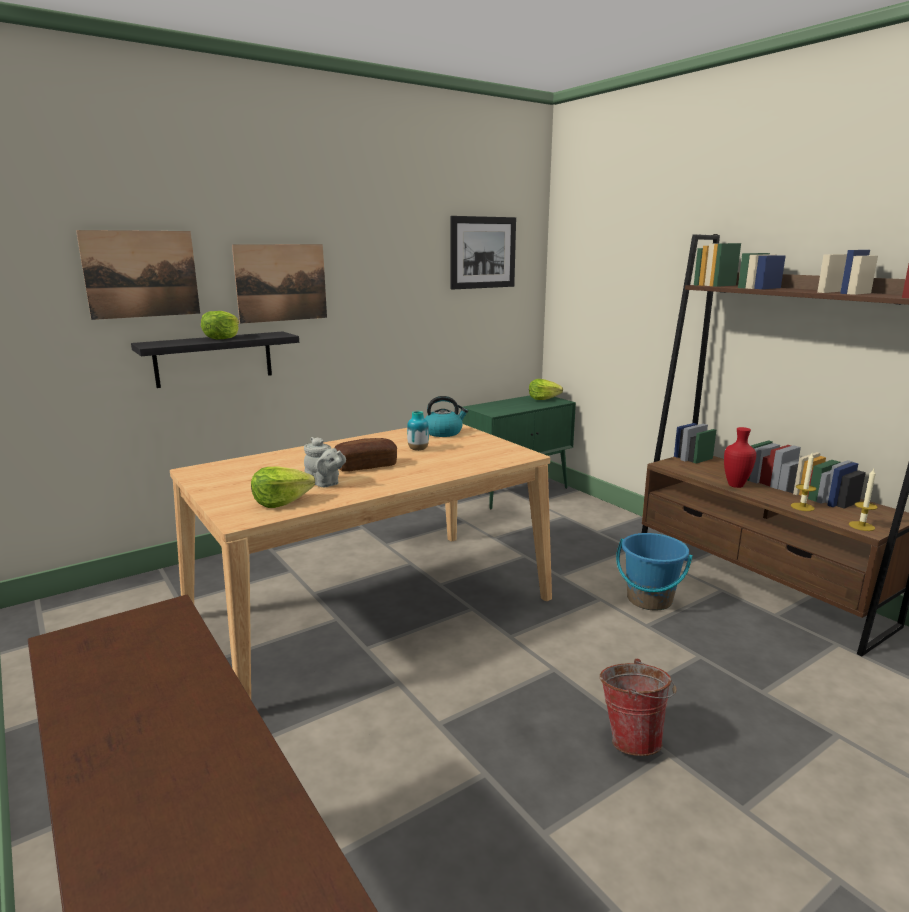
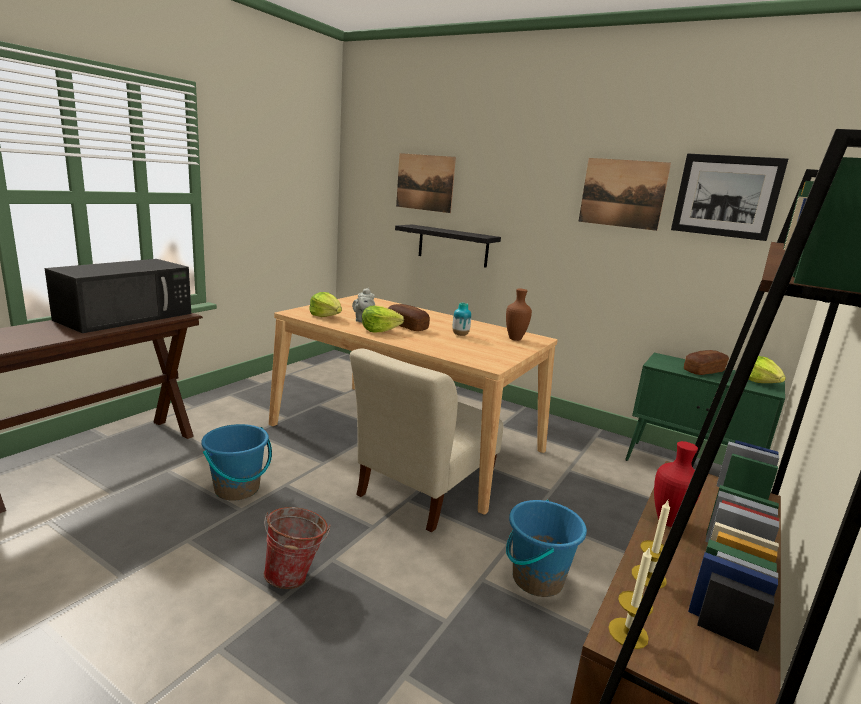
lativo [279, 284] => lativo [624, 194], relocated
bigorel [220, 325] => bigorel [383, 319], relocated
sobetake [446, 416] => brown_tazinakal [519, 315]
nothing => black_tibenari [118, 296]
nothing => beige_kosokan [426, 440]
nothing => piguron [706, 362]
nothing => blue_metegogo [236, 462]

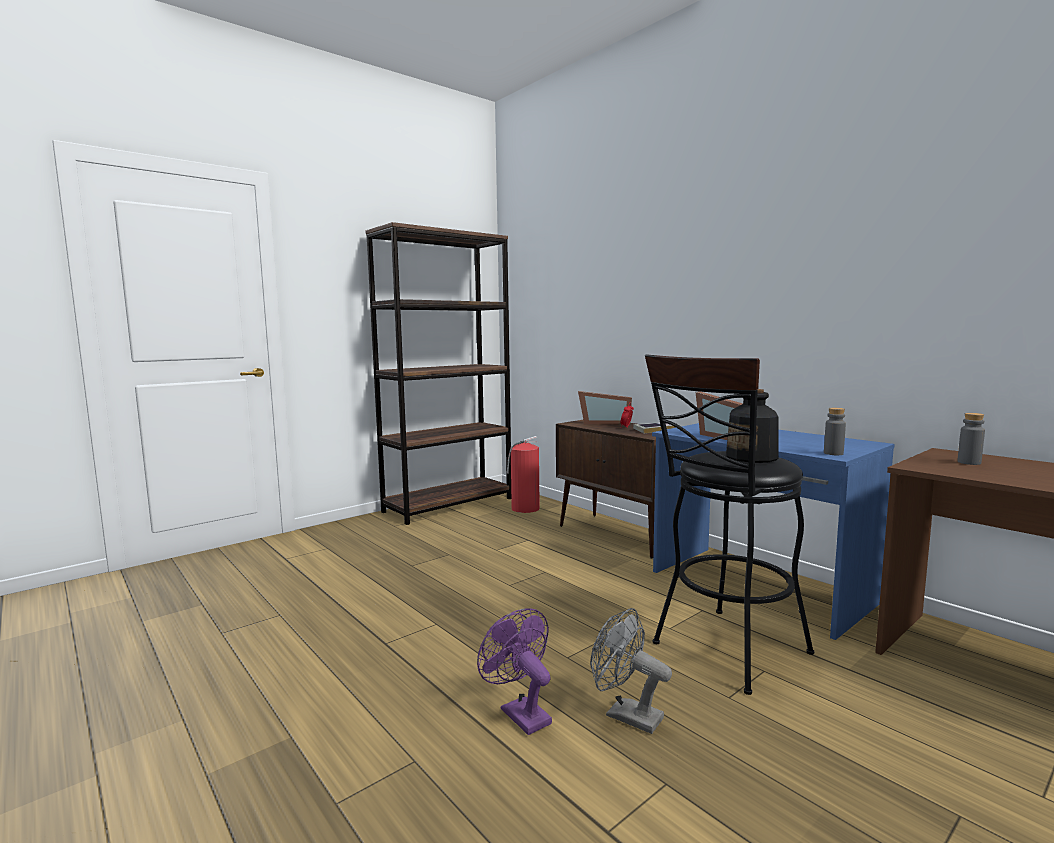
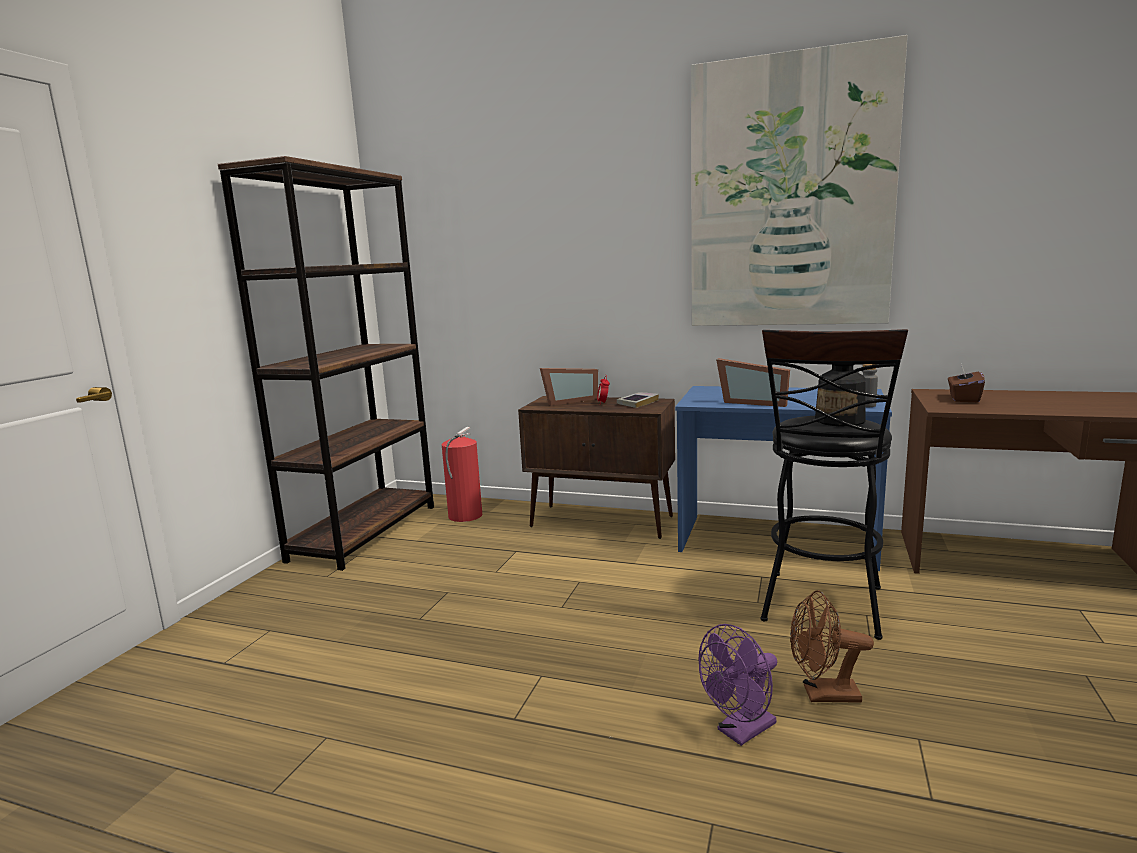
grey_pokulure [971, 439] => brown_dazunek [966, 382]
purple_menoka [514, 671] => purple_menoka [737, 685], 60 degrees counterclockwise
grey_menoka [631, 671] => brown_menoka [832, 646]
nothing => lativo [799, 180]

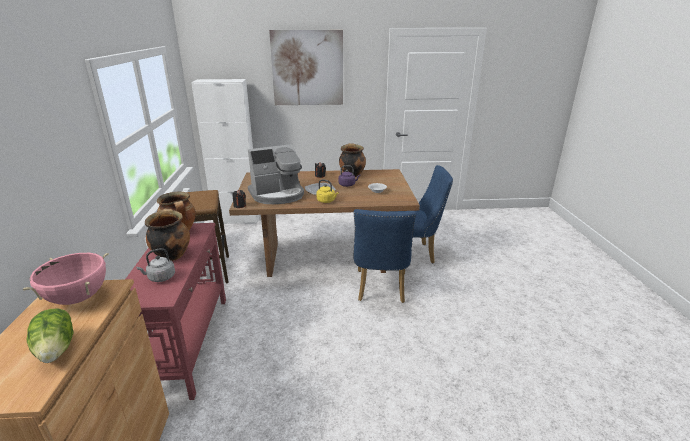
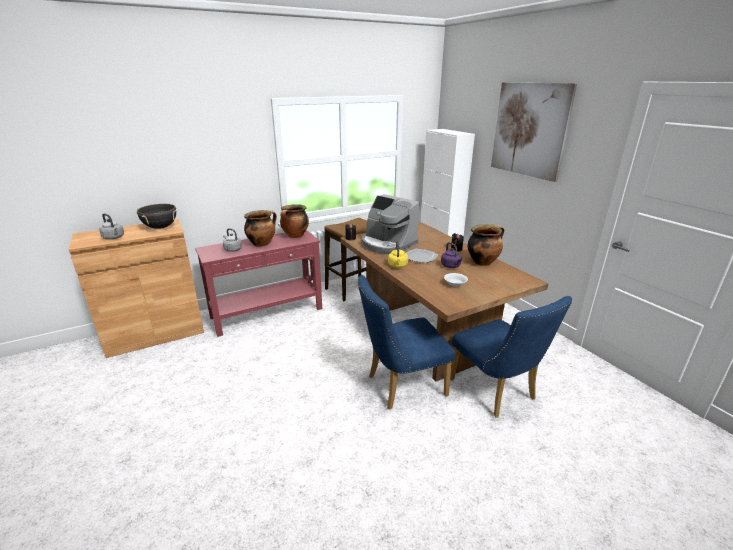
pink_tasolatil [65, 279] => black_tasolatil [156, 216]
bigorel [50, 335] => grey_sobetake [111, 226]

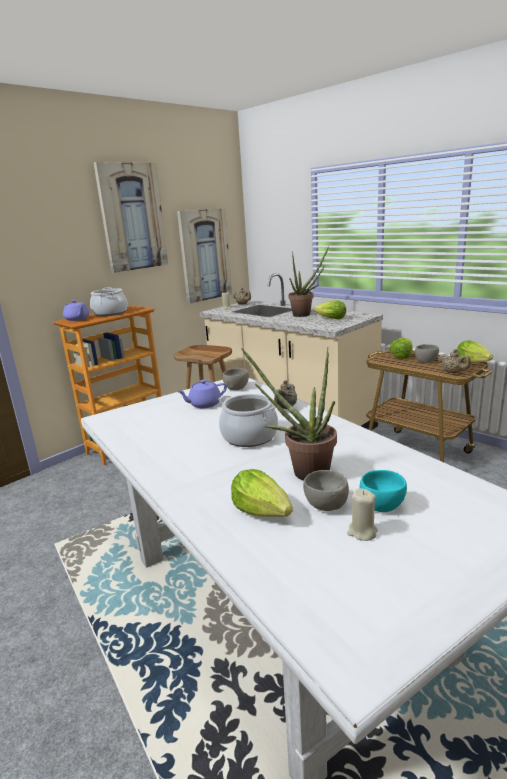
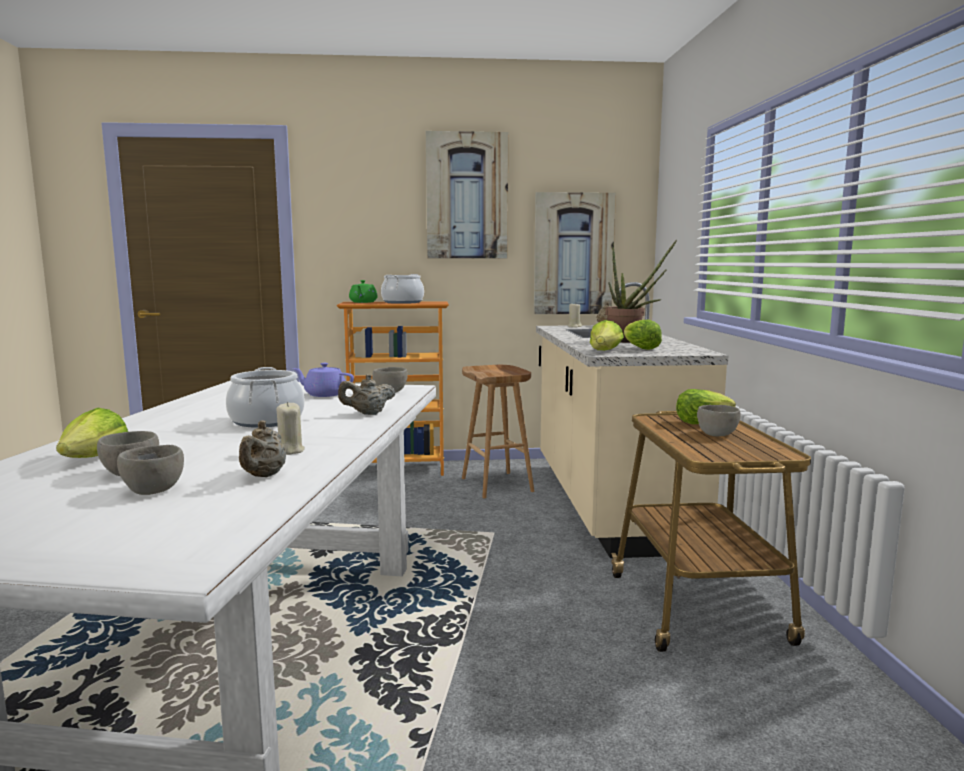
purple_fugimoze [76, 310] => green_fugimoze [363, 291]
bigorel [475, 352] => bigorel [607, 335], relocated
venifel [289, 414] => nothing
beige_fugimoze [454, 361] => beige_fugimoze [262, 449], relocated
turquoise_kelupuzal [383, 491] => grey_kelupuzal [150, 470]
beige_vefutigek [362, 514] => beige_vefutigek [290, 428], relocated

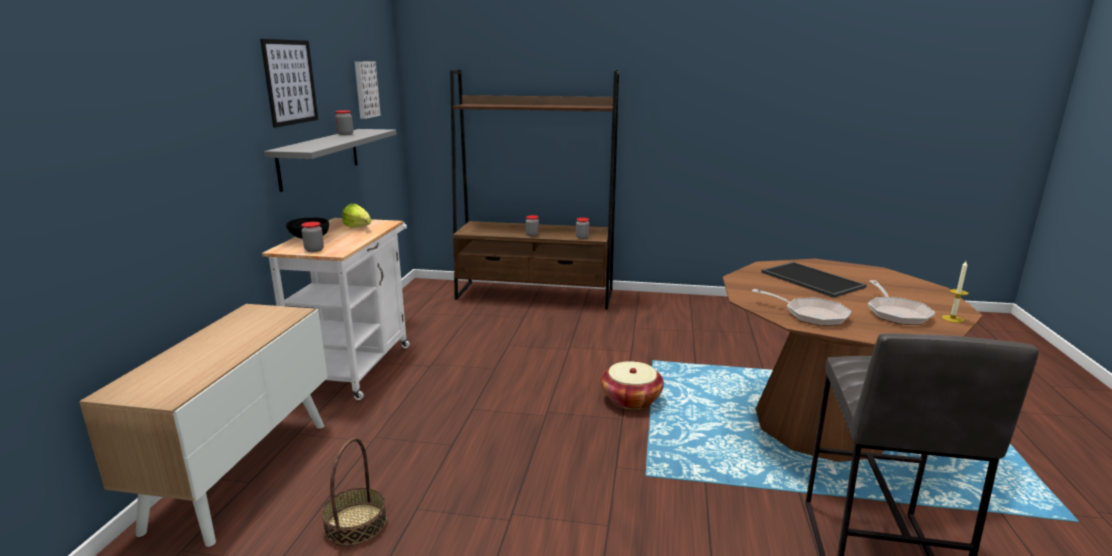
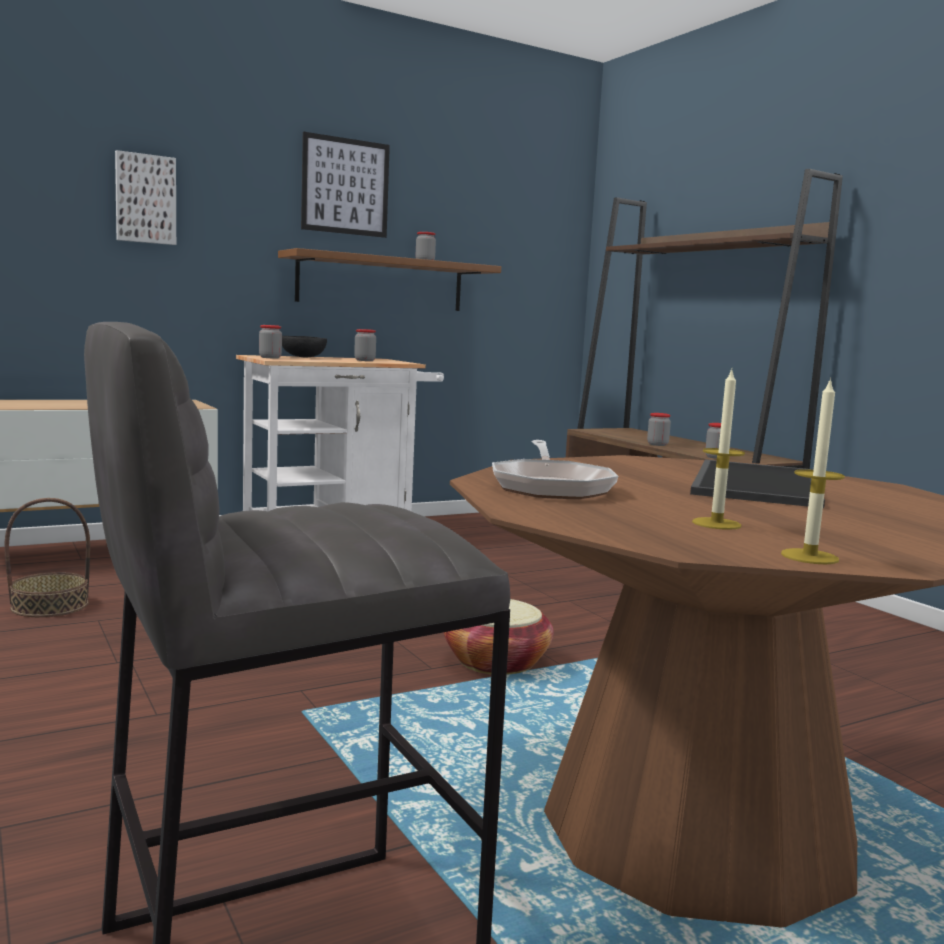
lativo [368, 90] => lativo [145, 197], relocated
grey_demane [330, 160] => brown_demane [389, 279]
bigorel [356, 216] => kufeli [365, 345]
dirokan [901, 302] => vefutigek [718, 449]

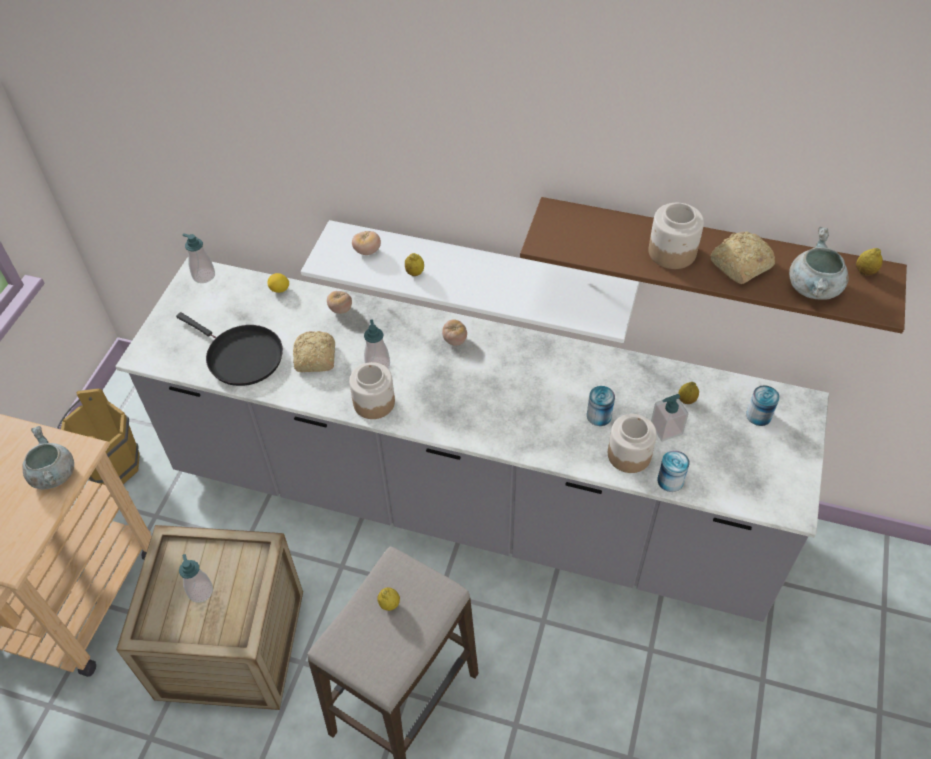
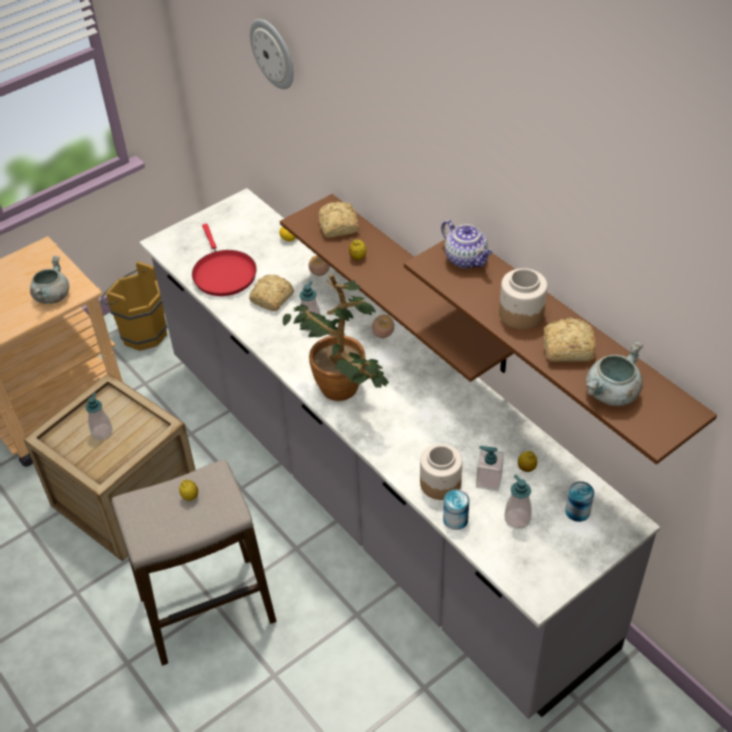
white_demane [470, 281] => brown_demane [397, 288]
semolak [366, 243] => piguron [339, 219]
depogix [199, 258] => depogix [518, 502], relocated
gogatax [869, 261] => nothing
black_dirokan [229, 349] => red_dirokan [224, 260]
kufeli [372, 390] => nothing
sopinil [601, 406] => nothing
nothing => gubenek [272, 54]
nothing => fugimoze [467, 244]
nothing => venifel [336, 337]

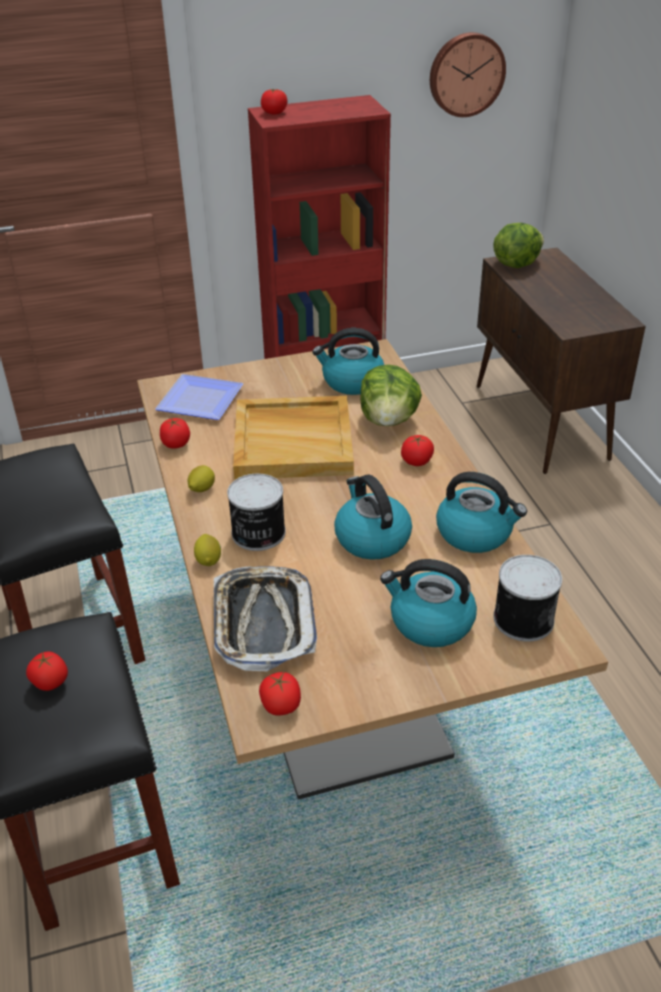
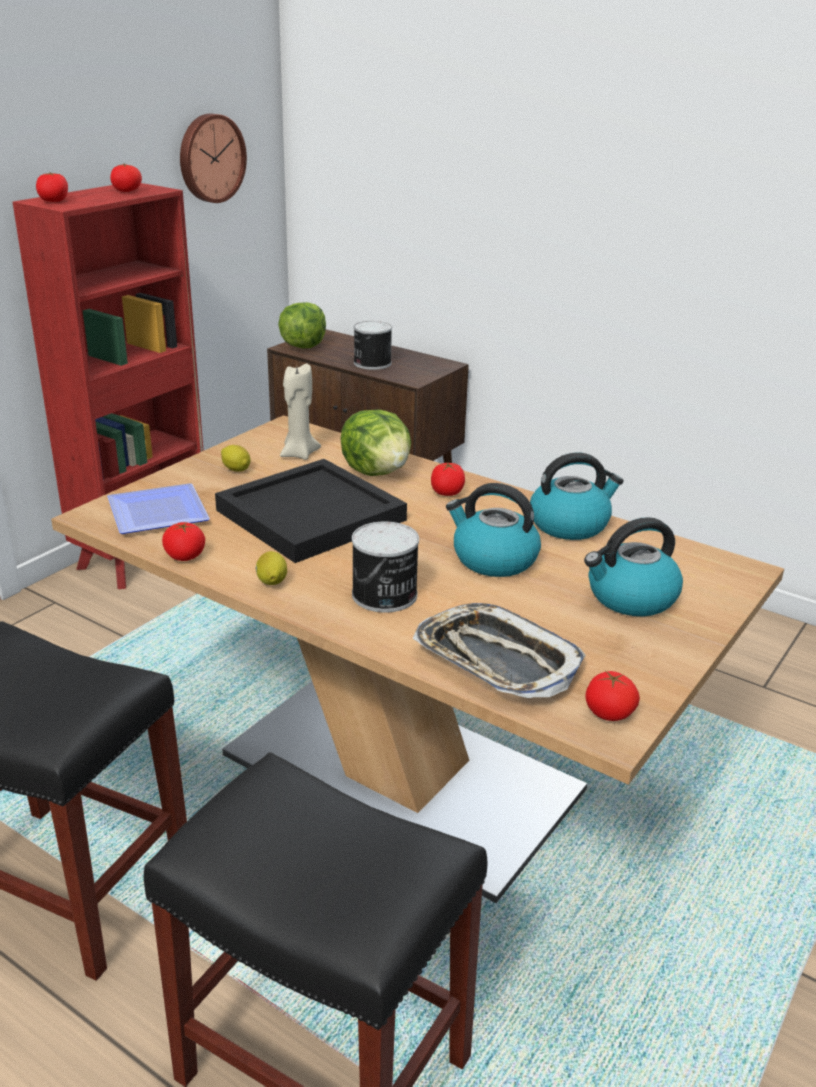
sobetake [348, 361] => beige_vefutigek [300, 411]
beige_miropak [293, 438] => black_miropak [311, 511]
gogatax [207, 550] => gogatax [236, 458], relocated
sopinil [527, 598] => sopinil [373, 345], relocated
semolak [47, 671] => semolak [126, 178], relocated

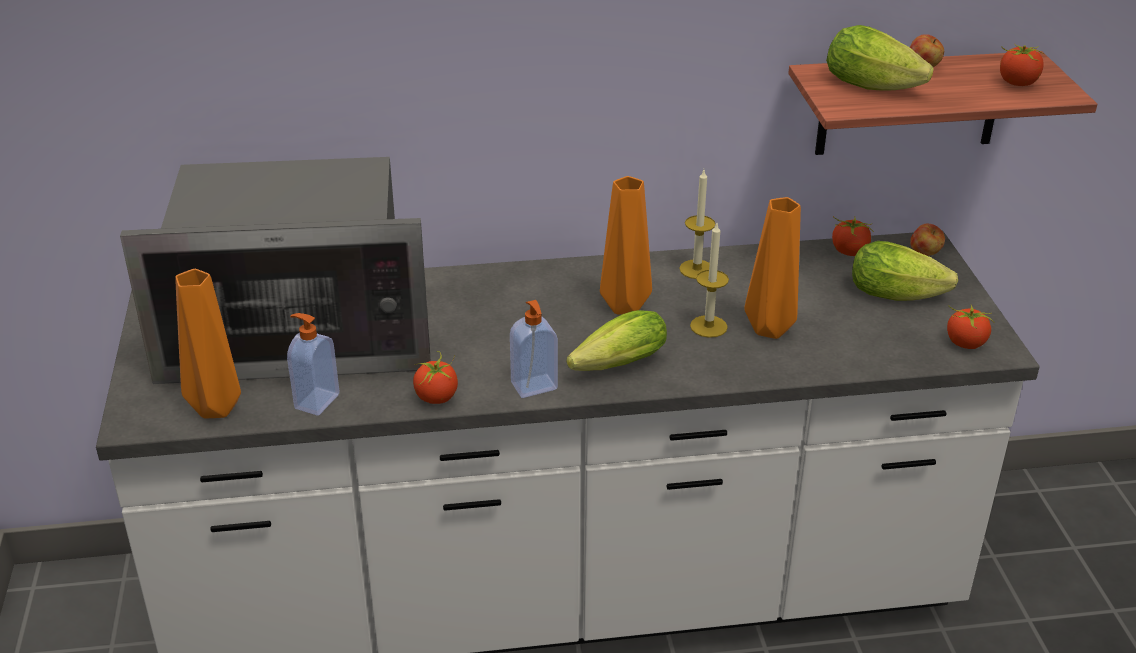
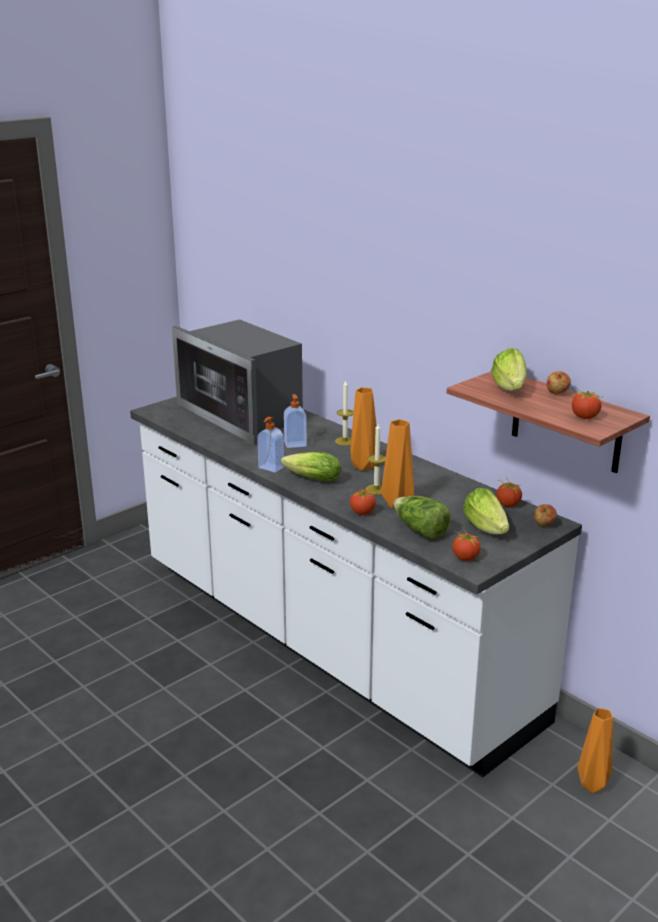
vefutigek [697, 224] => vefutigek [344, 412], relocated
orange_tazinakal [208, 343] => orange_tazinakal [595, 750], relocated
depogix [313, 364] => depogix [295, 421], relocated
semolak [435, 377] => semolak [363, 502], relocated
nothing => bigorel [422, 517]

